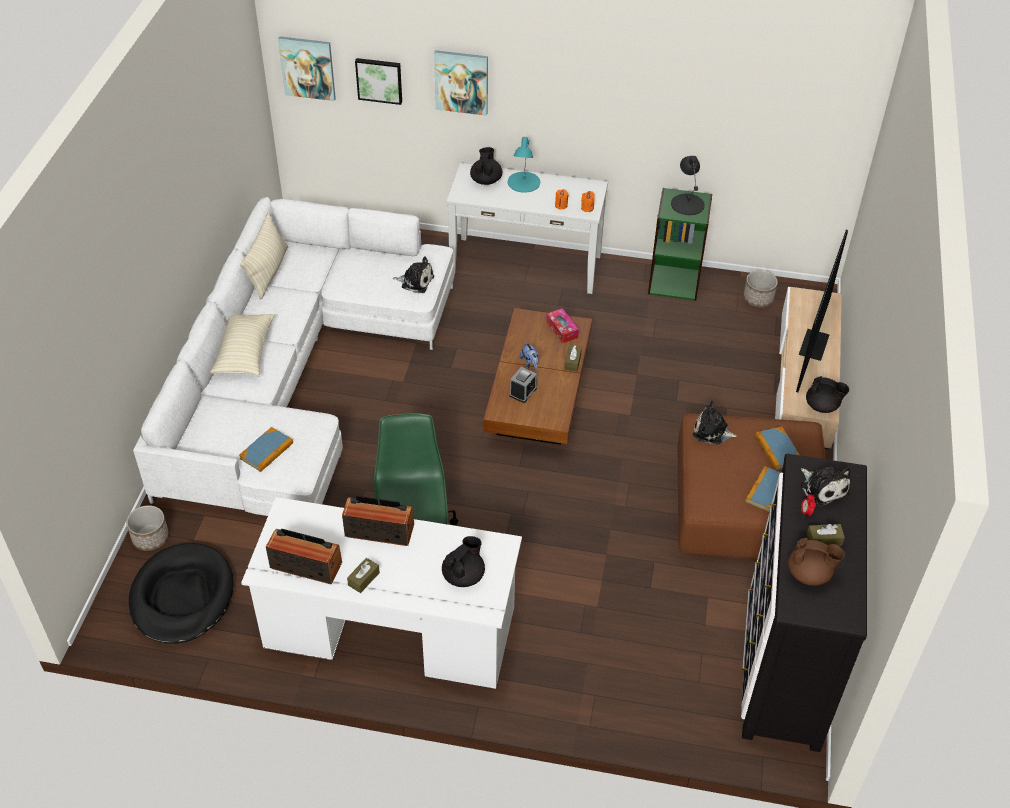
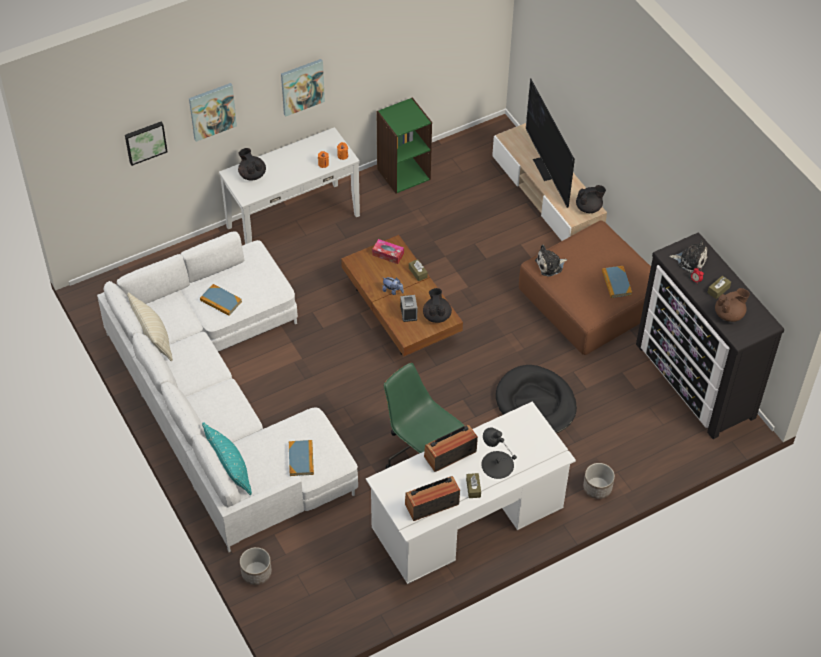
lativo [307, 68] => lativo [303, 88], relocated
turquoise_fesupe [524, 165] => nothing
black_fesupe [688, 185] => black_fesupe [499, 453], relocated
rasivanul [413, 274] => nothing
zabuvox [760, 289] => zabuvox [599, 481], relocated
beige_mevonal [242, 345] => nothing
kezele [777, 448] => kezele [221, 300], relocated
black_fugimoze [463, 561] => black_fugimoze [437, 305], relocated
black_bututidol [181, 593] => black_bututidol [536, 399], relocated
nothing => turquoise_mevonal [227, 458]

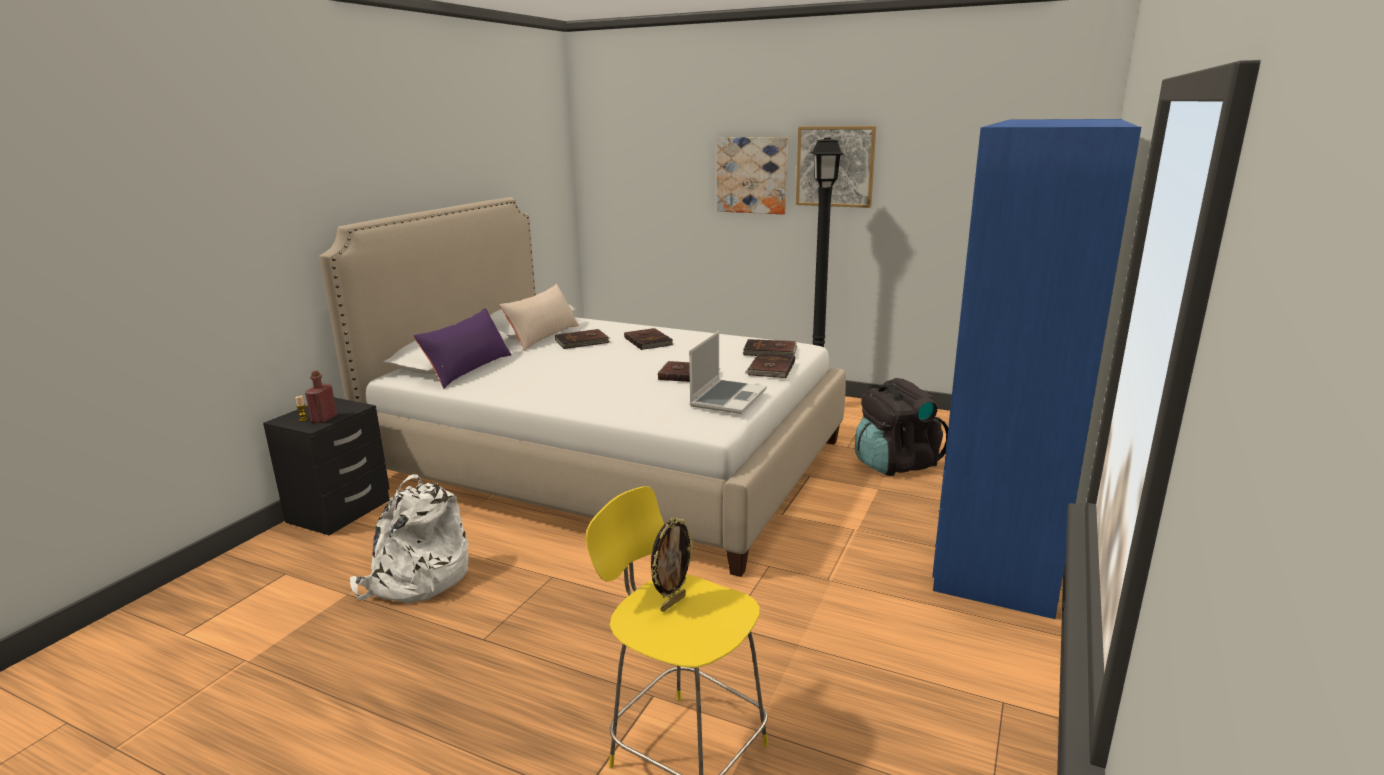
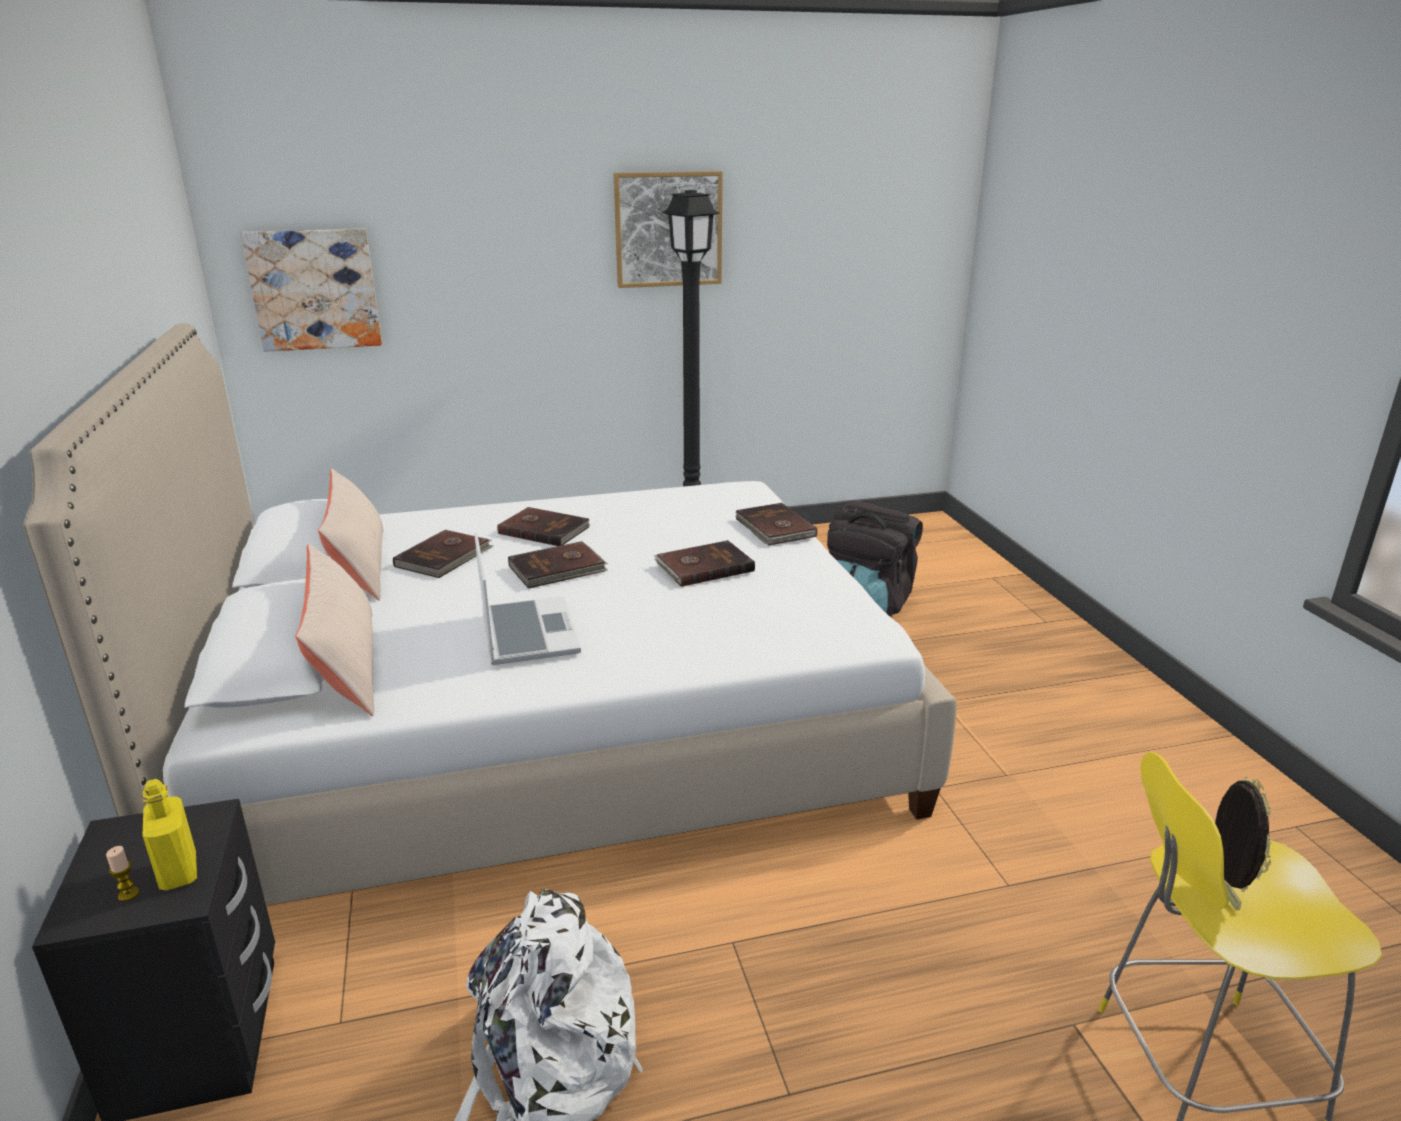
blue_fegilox [1036, 369] => nothing
lativo [752, 175] => lativo [311, 290], relocated
purple_mevonal [462, 348] => beige_mevonal [334, 630]
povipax [728, 372] => povipax [528, 598], relocated
brown_kezele [769, 347] => brown_kezele [558, 565], relocated
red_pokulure [321, 397] => yellow_pokulure [169, 834]

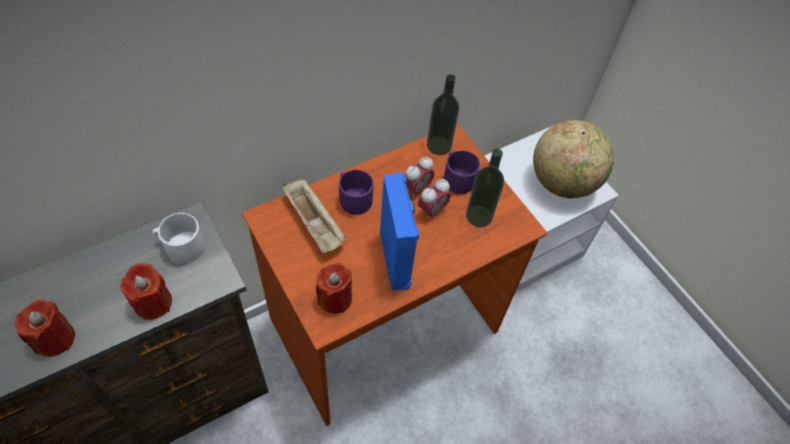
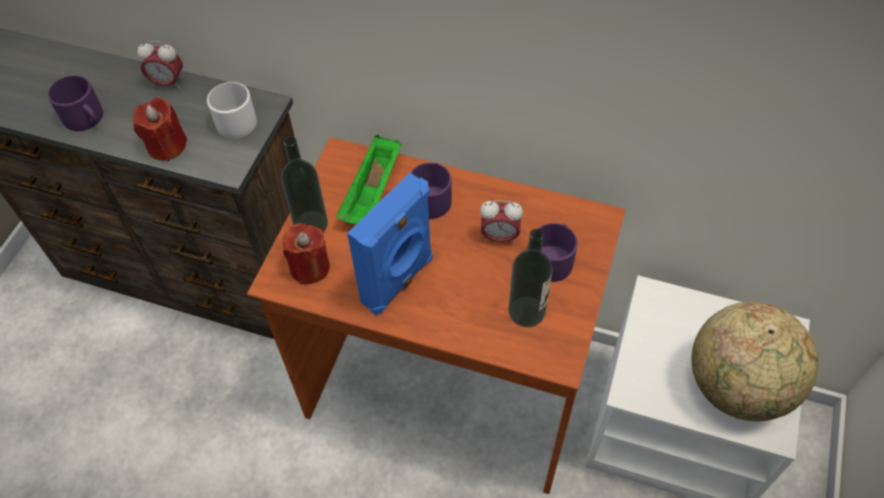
pokulure [443, 114] => pokulure [304, 184], relocated
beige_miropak [314, 215] => green_miropak [368, 179]
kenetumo [434, 199] => kenetumo [160, 64], relocated
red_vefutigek [44, 328] => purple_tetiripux [75, 103]

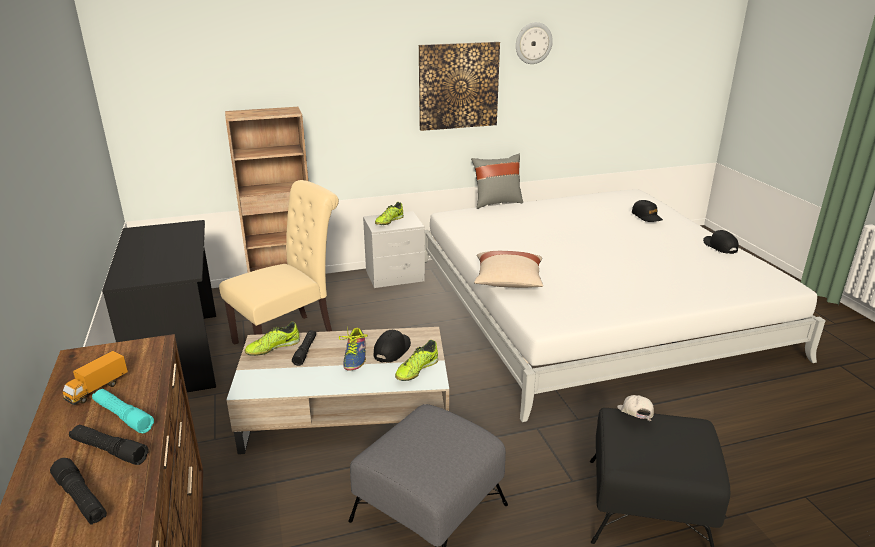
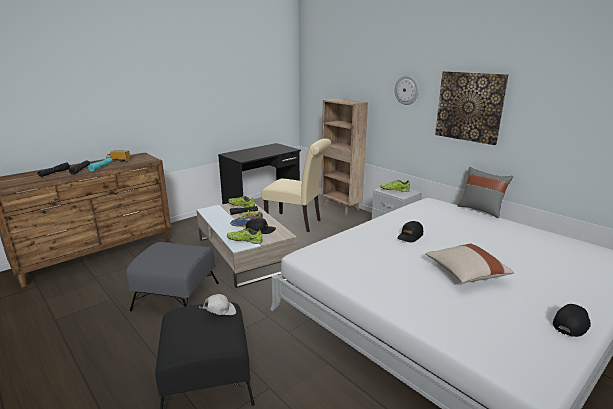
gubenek [534, 43] => gubenek [407, 90], relocated
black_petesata [647, 211] => black_petesata [410, 231], relocated
beige_mevonal [508, 269] => beige_mevonal [469, 263], relocated

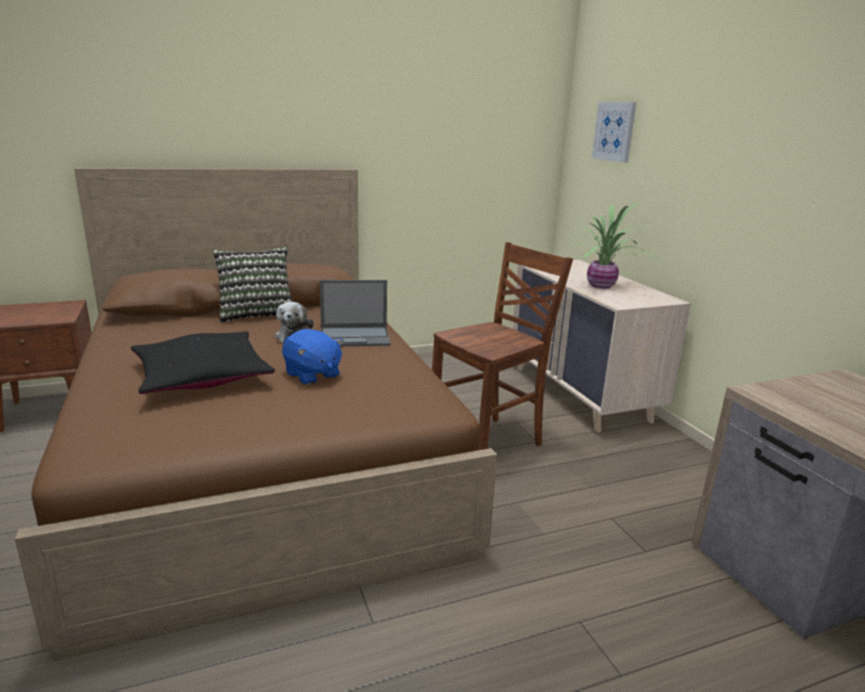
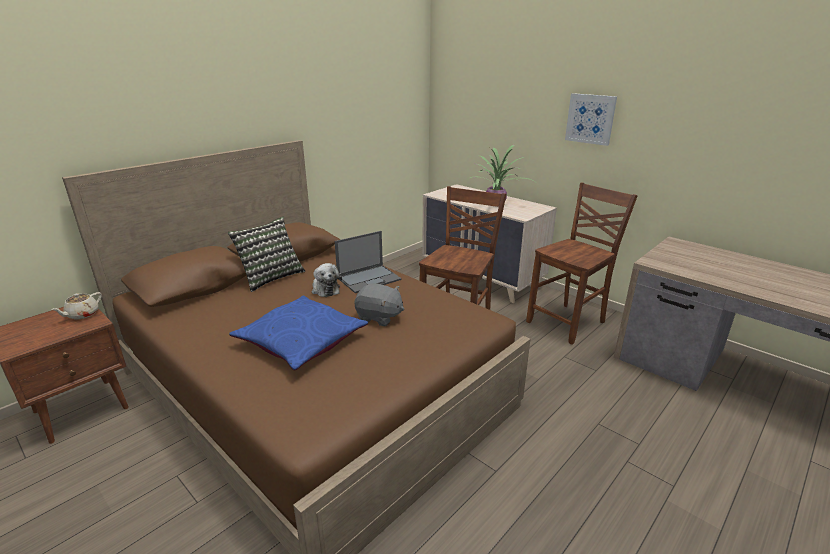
lativo [614, 132] => lativo [591, 119], relocated
blue_rasivanul [312, 357] => grey_rasivanul [379, 304]
black_mevonal [203, 362] => blue_mevonal [298, 333]
nothing => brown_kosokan [582, 263]
nothing => beige_fugimoze [76, 305]

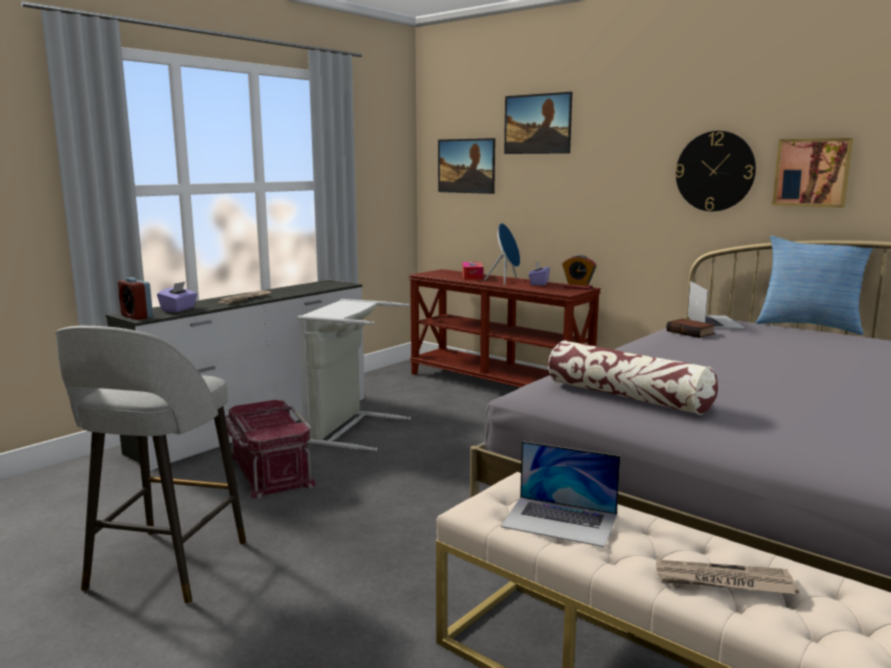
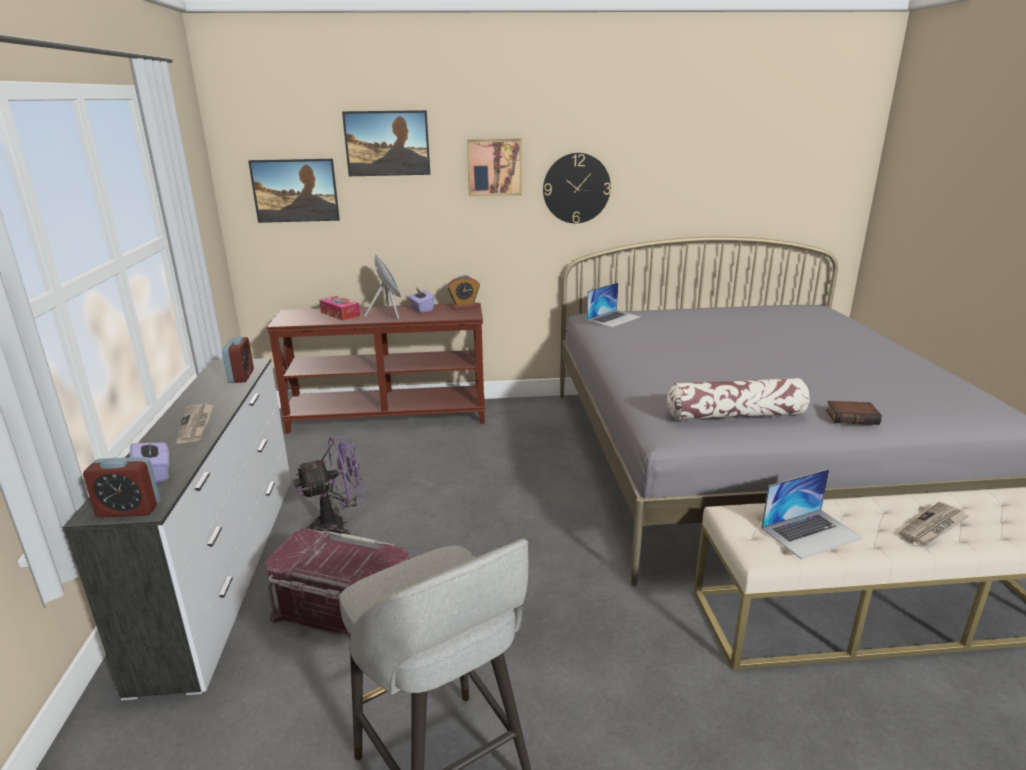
lativo [812, 173] => lativo [494, 168], relocated
mevonal [814, 285] => nothing
povipax [716, 304] => povipax [614, 305], 90 degrees clockwise
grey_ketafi [354, 375] => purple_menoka [329, 485]
kezele [690, 328] => kezele [854, 413], relocated
nothing => kenetumo [238, 360]

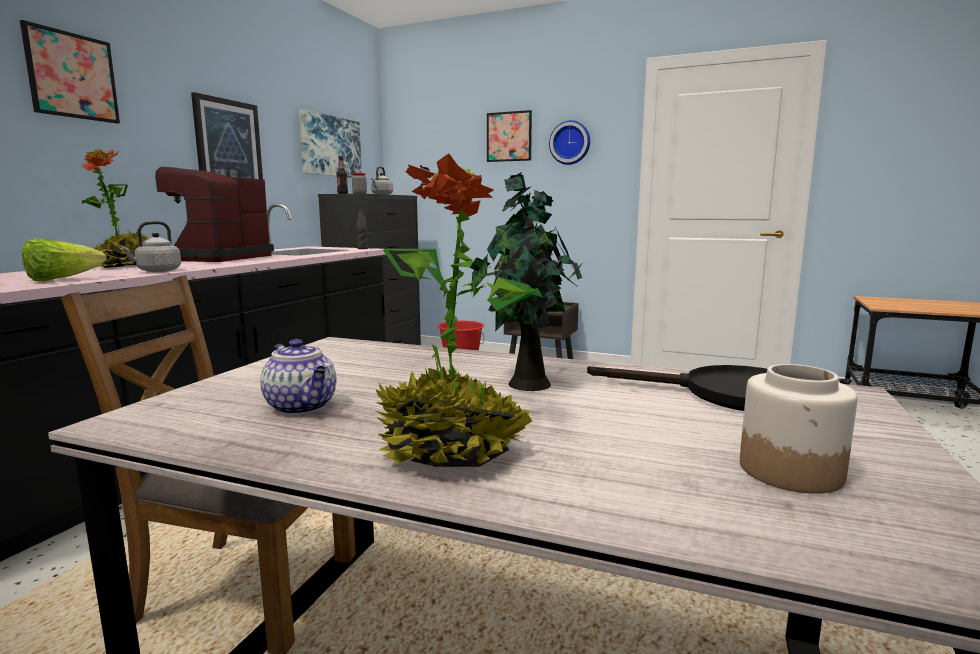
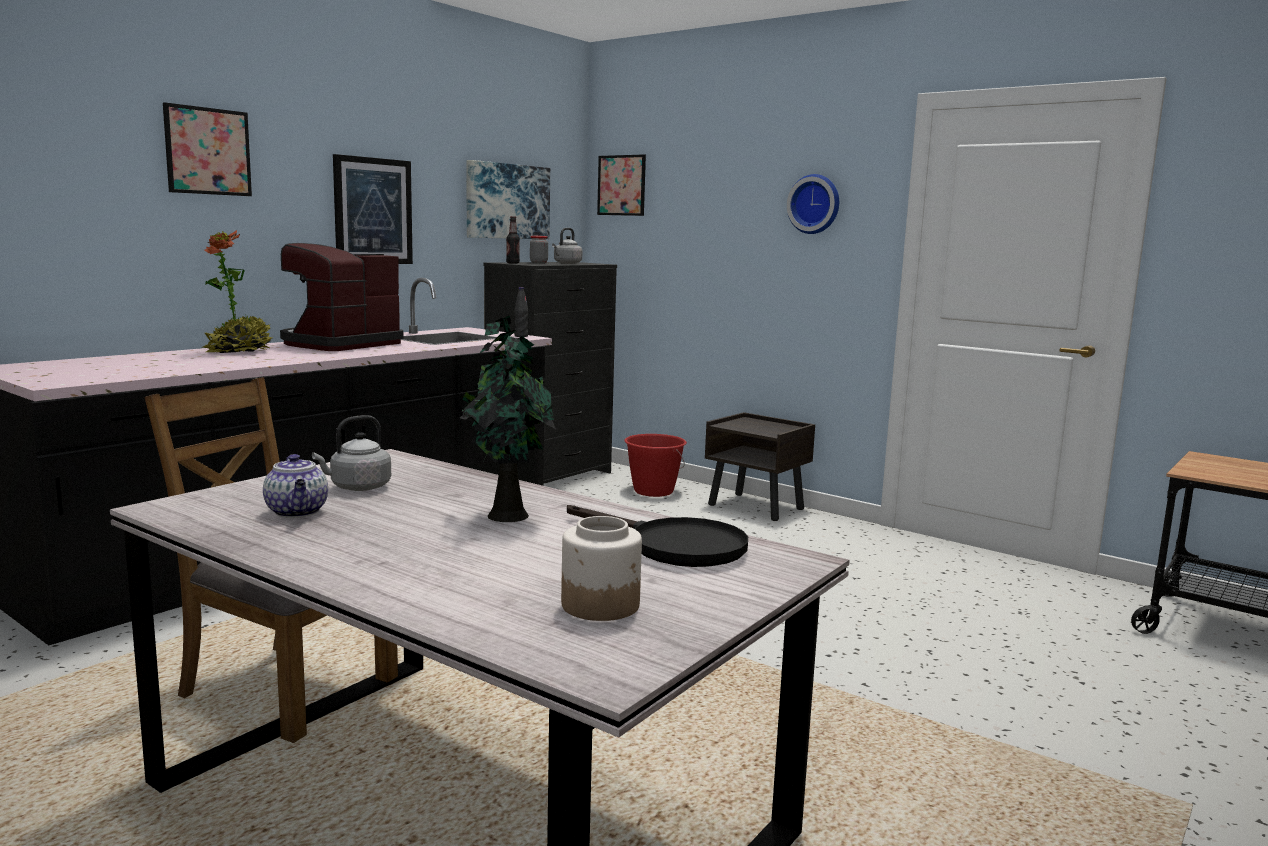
lativo [509, 136] => lativo [621, 185], relocated
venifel [459, 310] => nothing
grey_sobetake [150, 246] => grey_sobetake [351, 453], relocated
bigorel [64, 259] => nothing

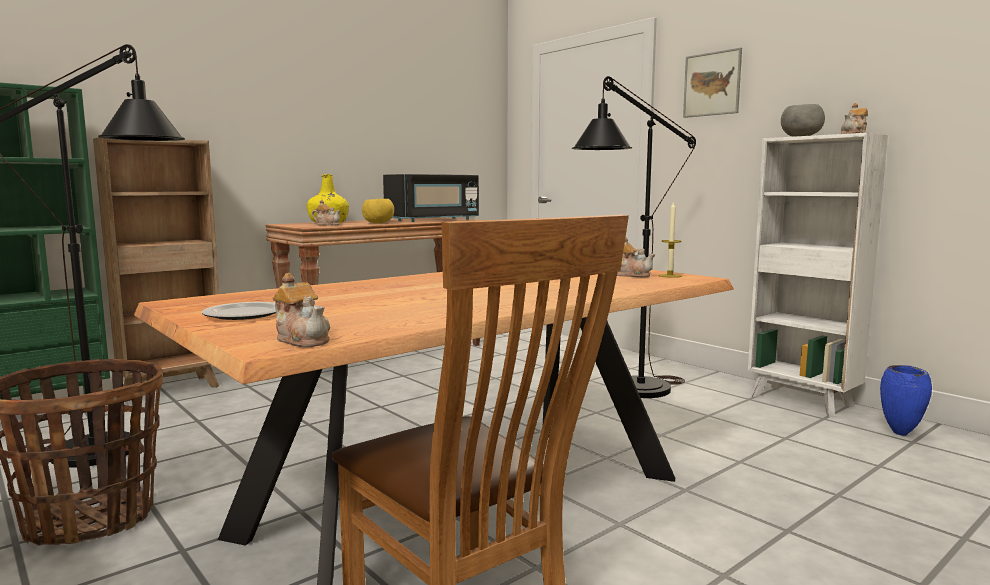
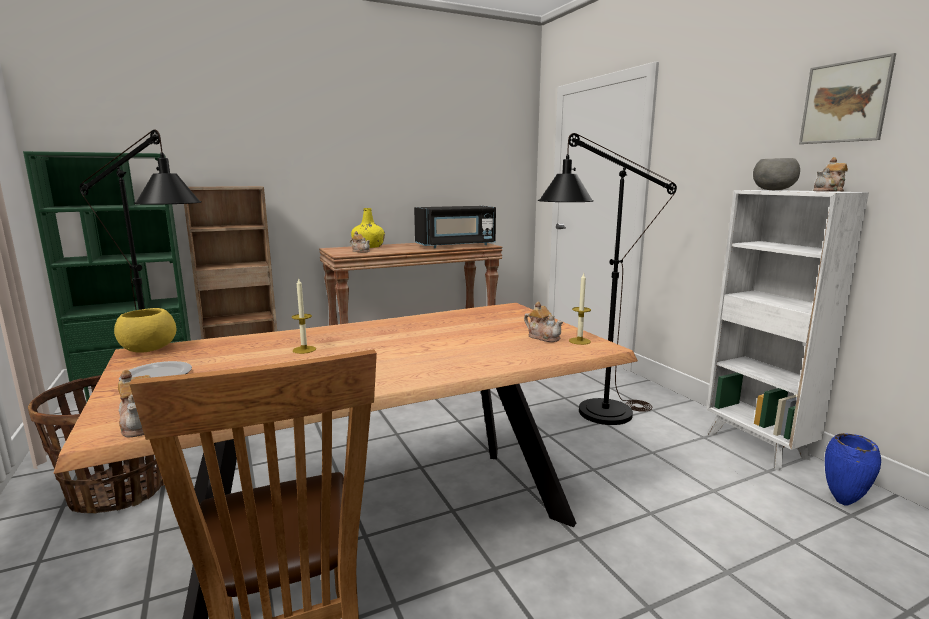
lativo [712, 82] => lativo [847, 98], relocated
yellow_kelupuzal [378, 211] => yellow_kelupuzal [145, 330], relocated
nothing => vefutigek [304, 315]

